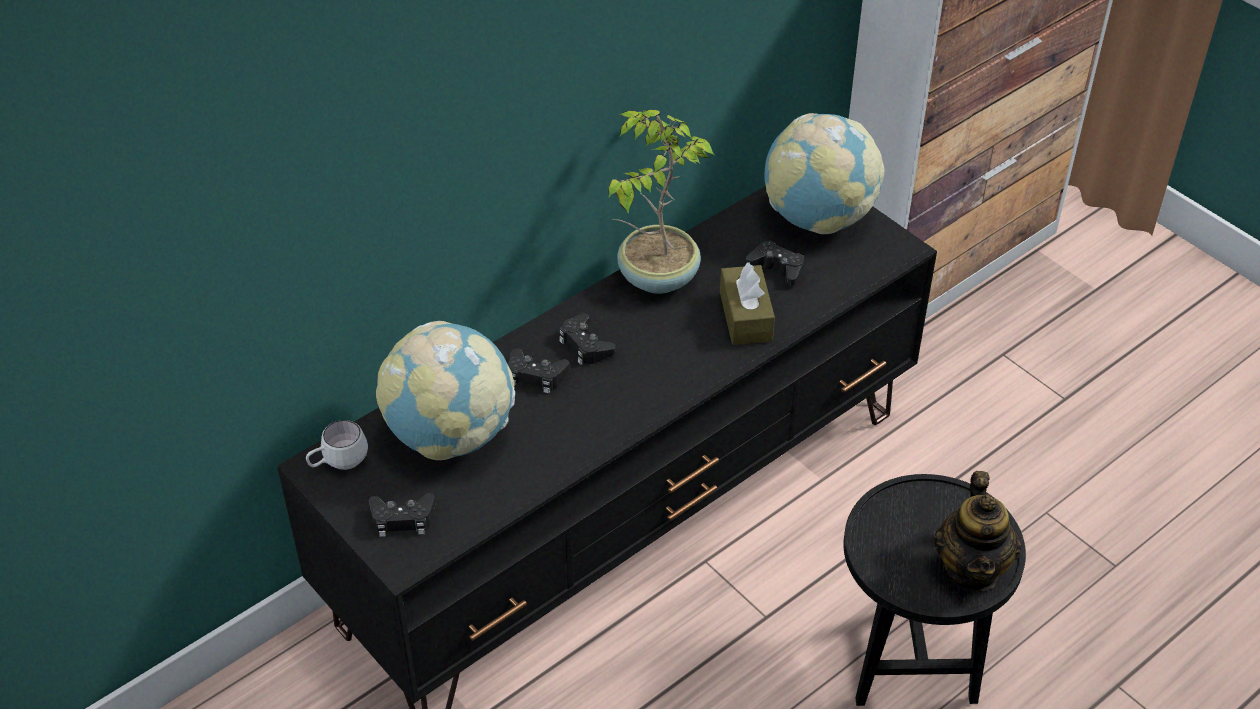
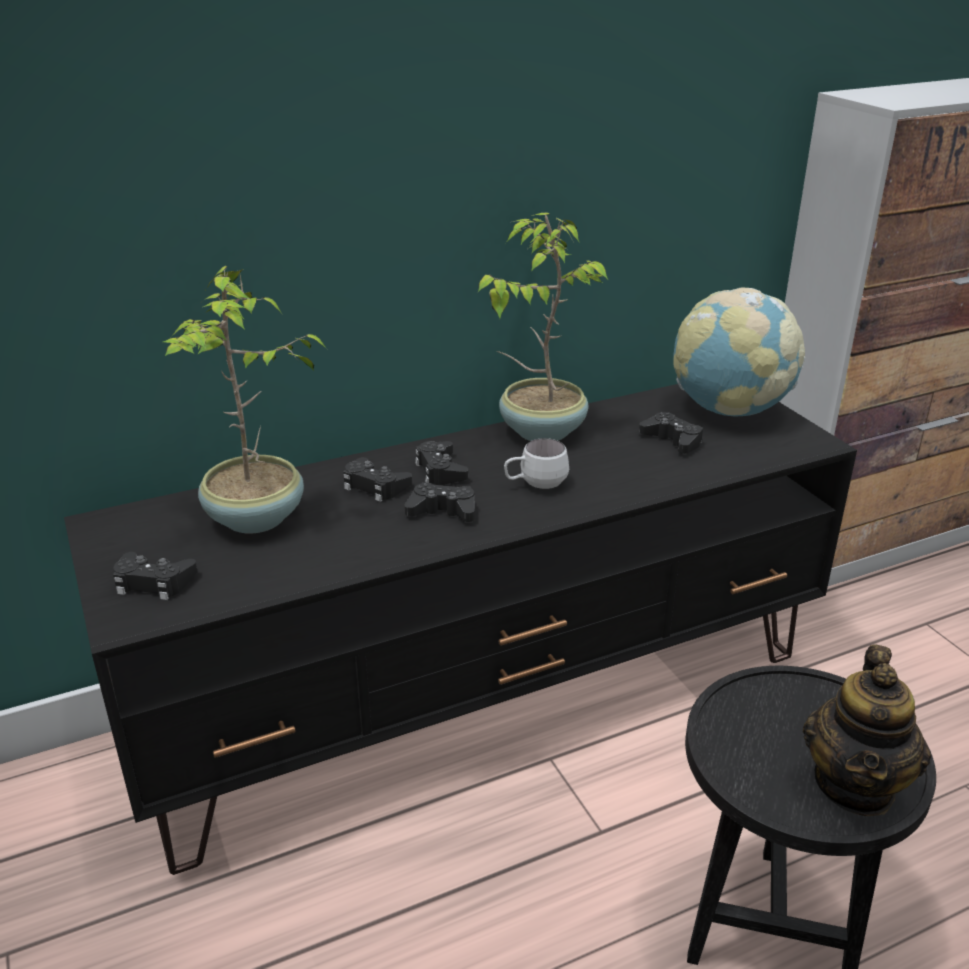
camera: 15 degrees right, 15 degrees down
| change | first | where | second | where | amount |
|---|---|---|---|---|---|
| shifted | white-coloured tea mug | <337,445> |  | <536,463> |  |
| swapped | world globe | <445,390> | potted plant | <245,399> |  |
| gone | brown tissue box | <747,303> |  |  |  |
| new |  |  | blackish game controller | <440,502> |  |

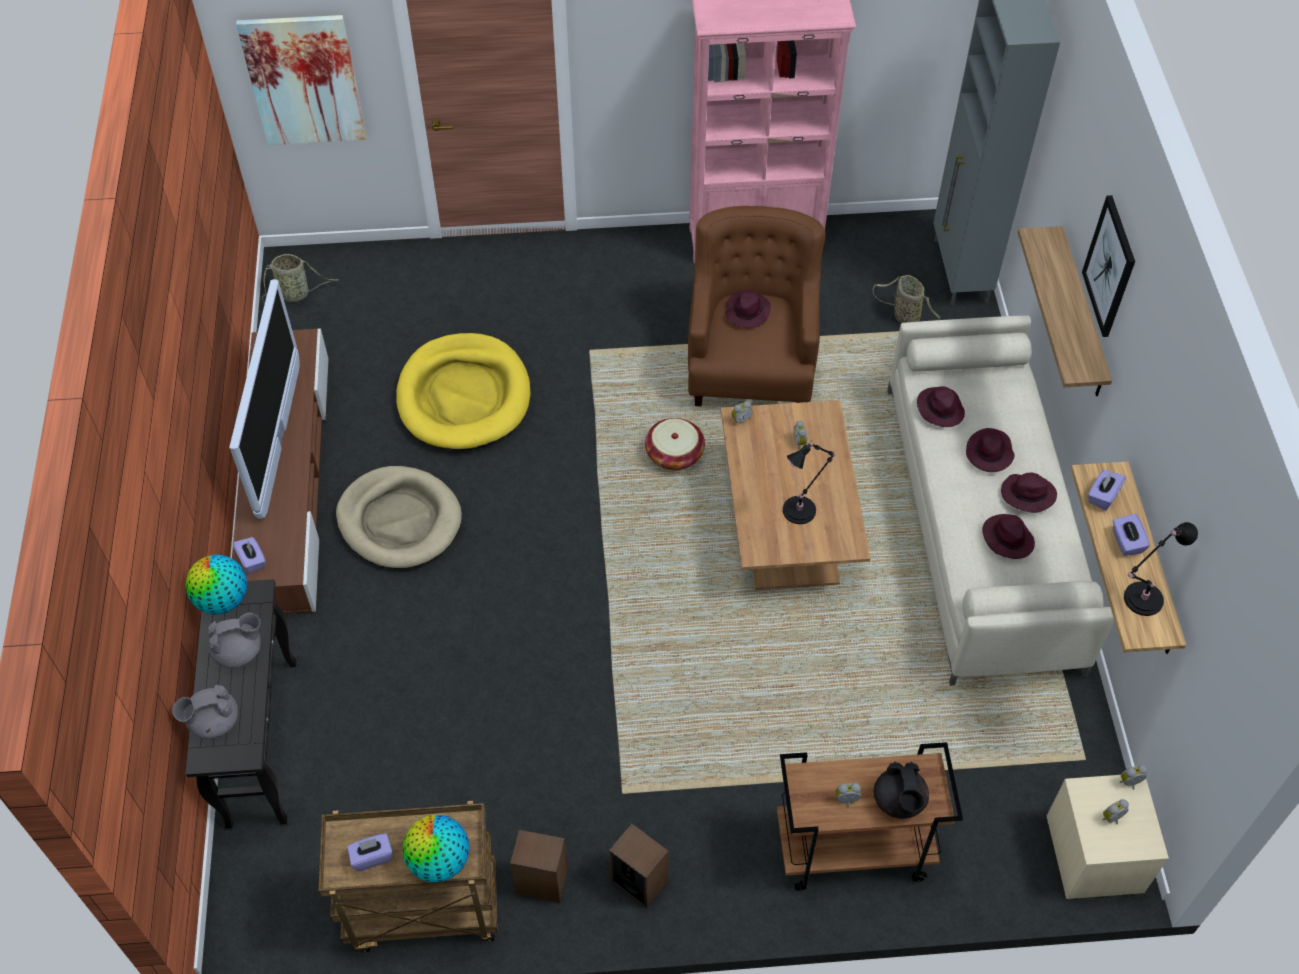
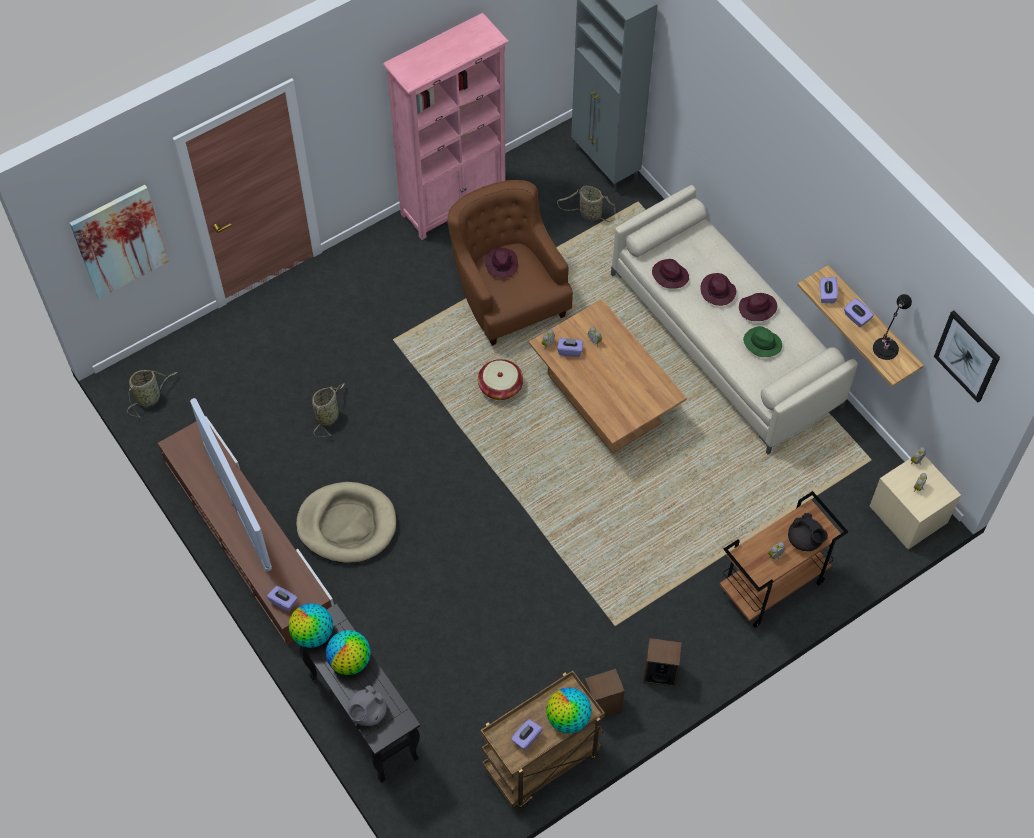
camera: 30 degrees left, 5 degrees up
| change | first | where | second | where | amount |
|---|---|---|---|---|---|
| swapped | grey pot for tea | <234,640> | world globe | <348,652> |  |
| swapped | yellow dog bed | <463,391> | storage basket | <328,410> |  |
| gone | blackish lamp for a table | <809,482> |  |  |  |
| repainted | purplish hat | <1009,536> | green-coloured hat | <762,341> |  |
| gone | wall shelf | <1065,311> |  |  |  |
| shifted | wall picture | <1108,266> |  | <967,357> |  |
| new |  |  | purplish tissue box | <570,347> |  |

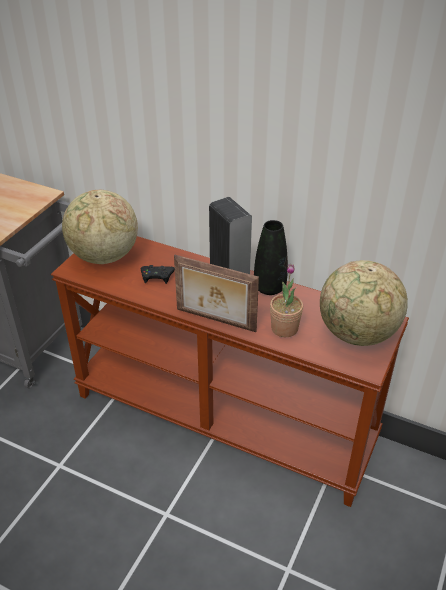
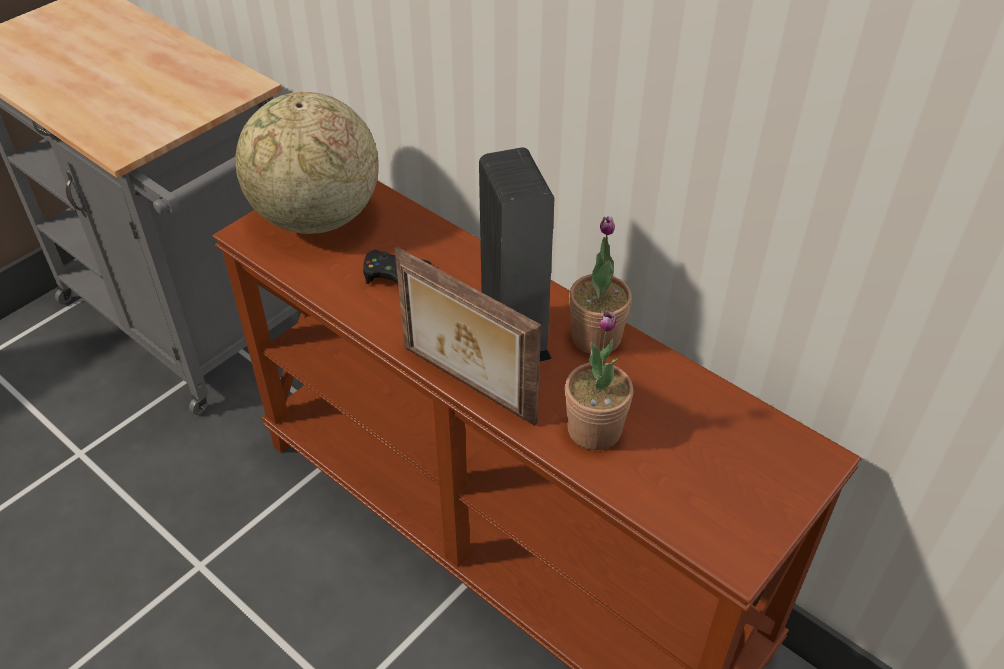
camera: 15 degrees right, 5 degrees up
| change | first | where | second | where | amount |
|---|---|---|---|---|---|
| swapped | blackish flower vase | <271,257> | potted plant | <600,285> |  |
| gone | world globe | <364,303> |  |  |  |

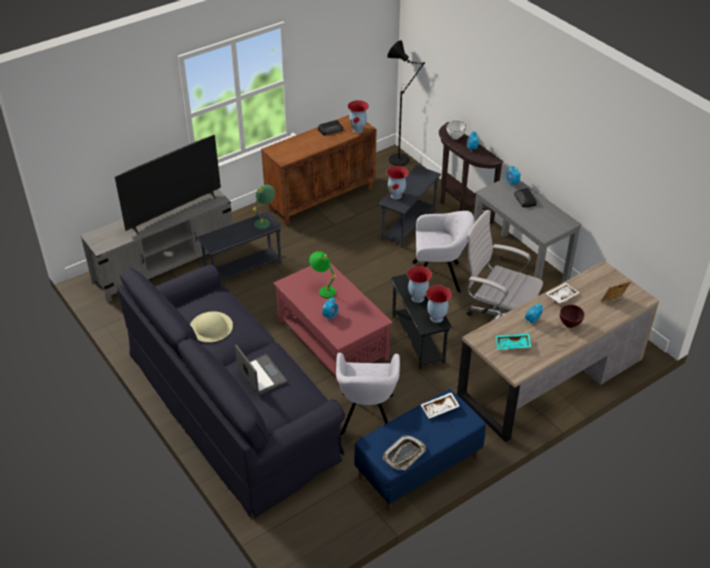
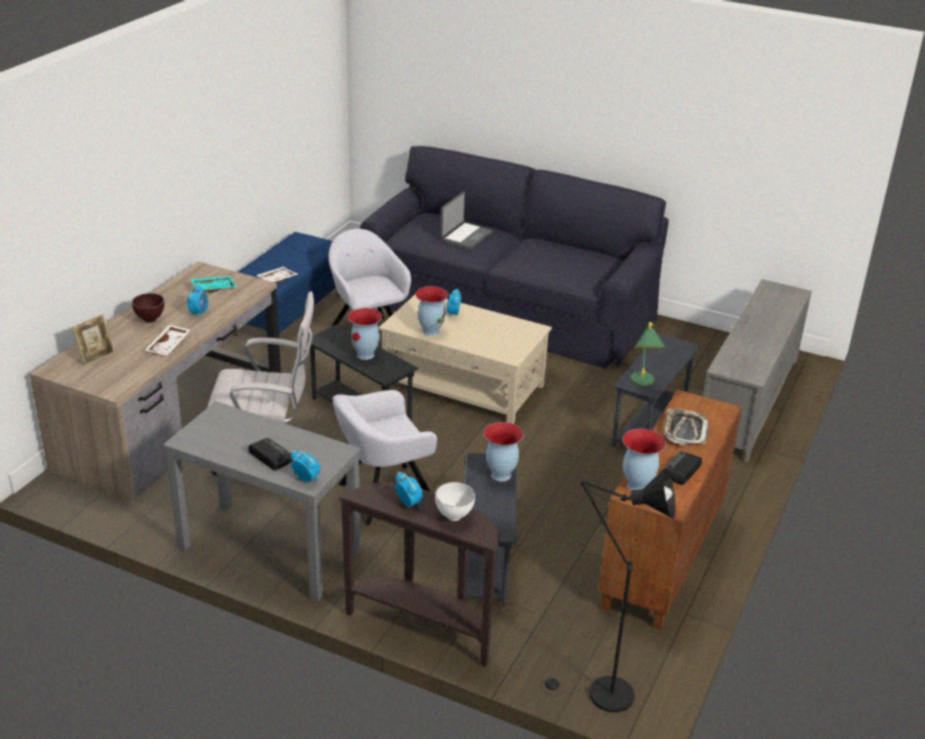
camera: 150 degrees right, 10 degrees down
| change | first | where | second | where | amount |
|---|---|---|---|---|---|
| gone | TV set | <168,184> |  |  |  |
| gone | beige hat | <211,327> |  |  |  |
| rotated | notebook computer | <261,370> |  | <466,220> | 90 degrees counterclockwise |
| repainted | reddish lounge table | <333,324> | beige lounge table | <465,359> |  |
| gone | green-coloured lamp for a table | <323,274> |  |  |  |
| shifted | tray | <404,452> |  | <686,427> |  |
| shifted | flower vase | <439,304> |  | <431,311> |  |

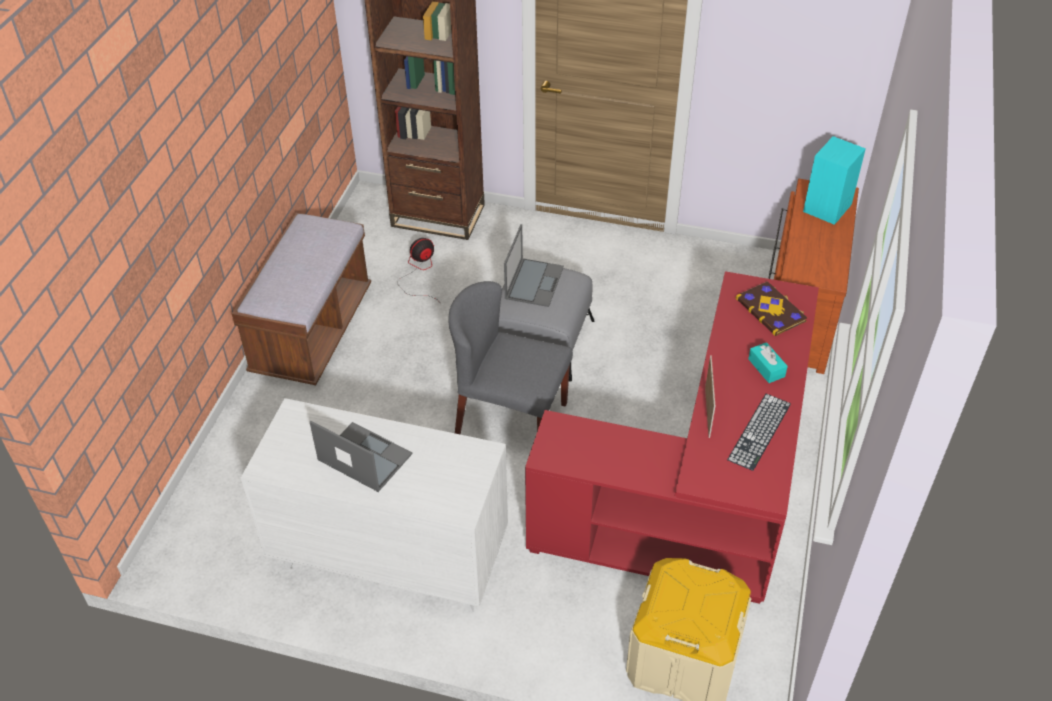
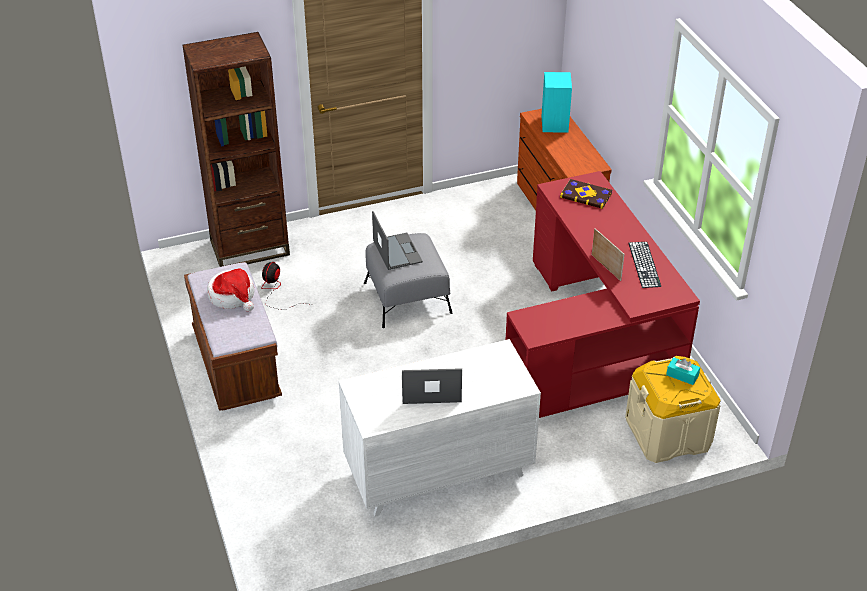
camera: 35 degrees left, 5 degrees down
| change | first | where | second | where | amount |
|---|---|---|---|---|---|
| gone | grey plain chair | <510,358> |  |  |  |
| shifted | turquoise tissue box | <768,362> |  | <683,371> |  |
| new |  |  | hat | <230,290> |  |

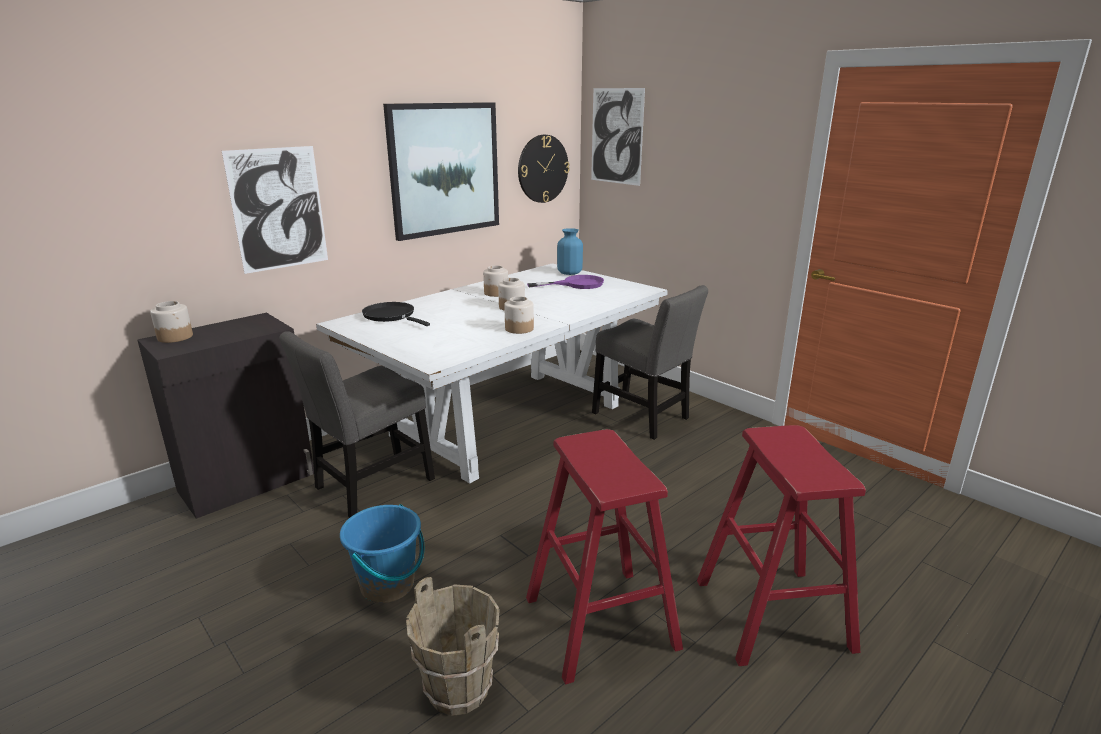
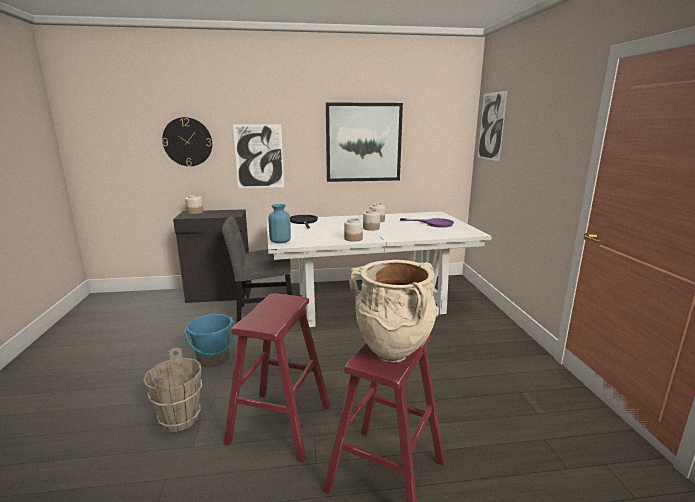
camera: 35 degrees right, 5 degrees down
| change | first | where | second | where | amount |
|---|---|---|---|---|---|
| shifted | wall clock | <544,169> |  | <187,141> |  |
| shifted | blue-coloured flower vase | <570,251> |  | <279,223> |  |
| gone | grey plain chair | <650,362> |  |  |  |
| new |  |  | beige flower vase | <394,311> |  |

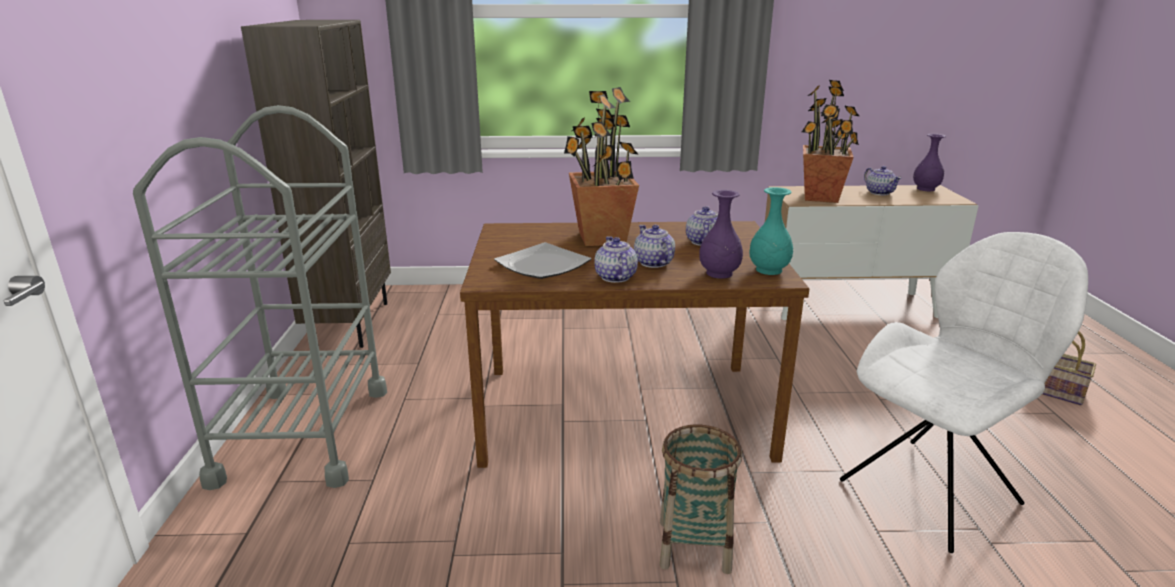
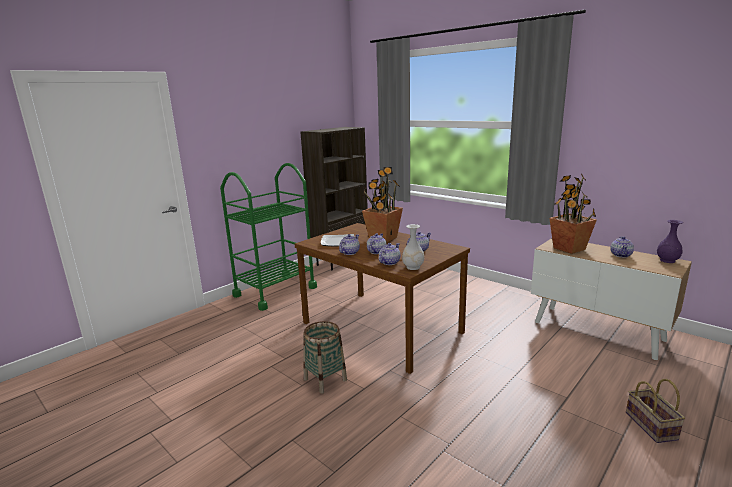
camera: 45 degrees right, 5 degrees down
| change | first | where | second | where | amount |
|---|---|---|---|---|---|
| repainted | grey cart | <260,297> | green-coloured cart | <268,237> |  |
| swapped | purplish flower vase | <721,234> | pot for tea | <390,254> |  |
| repainted | turquoise flower vase | <771,231> | white-coloured flower vase | <413,247> |  |
| gone | white-coloured plain chair | <964,392> |  |  |  |

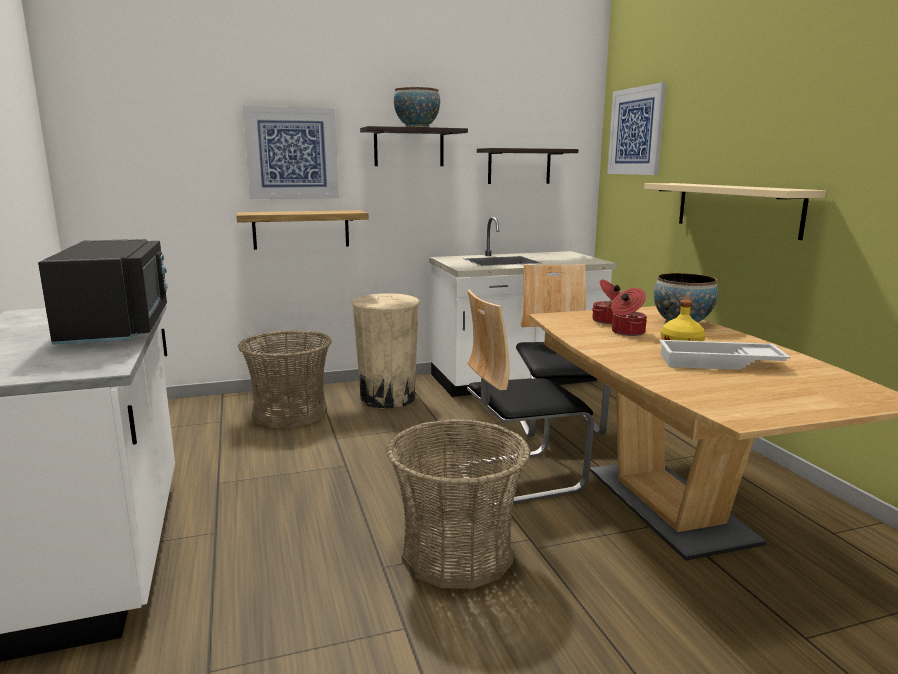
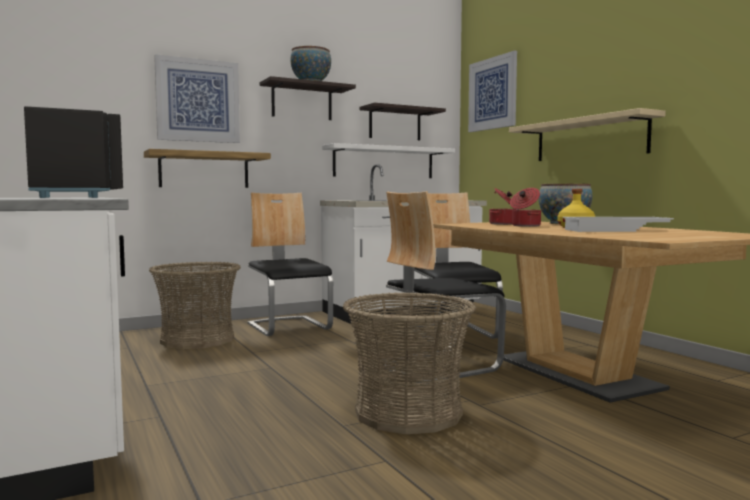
camera: 10 degrees left, 10 degrees down
| change | first | where | second | where | amount |
|---|---|---|---|---|---|
| swapped | beige rubbish bin | <385,351> | plain chair | <290,264> |  |
| new |  |  | white-coloured wall shelf | <388,160> |  |

